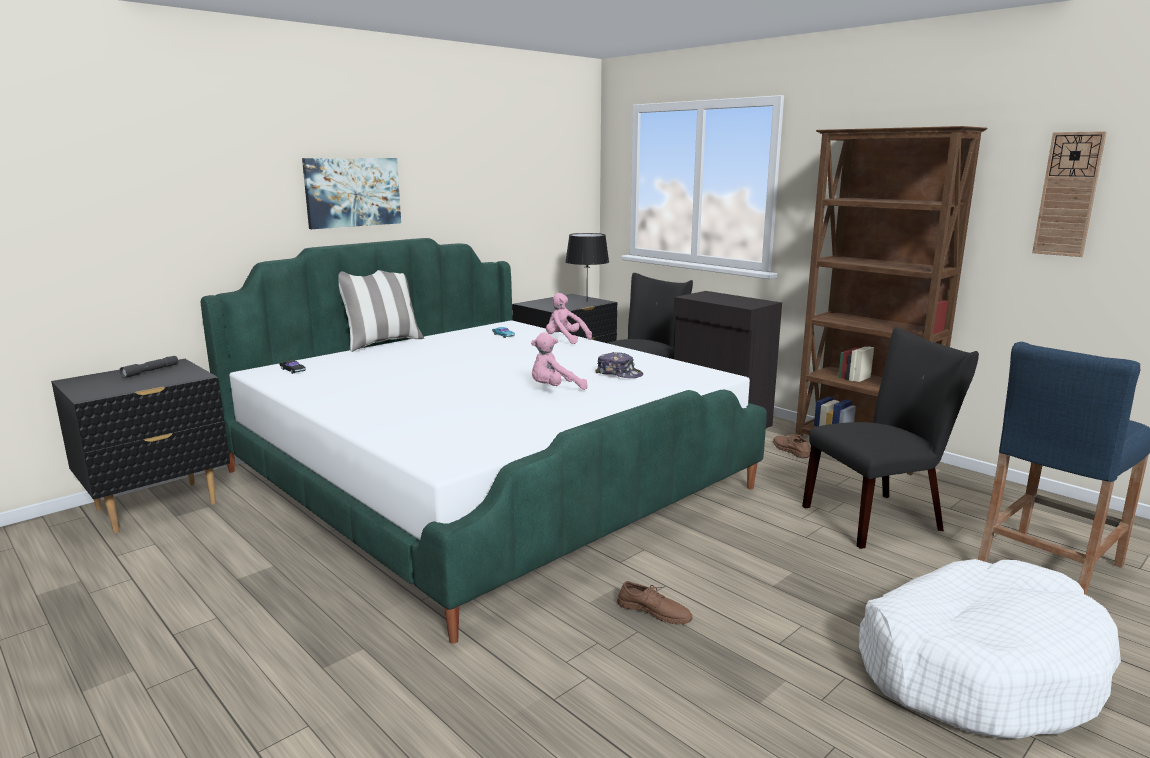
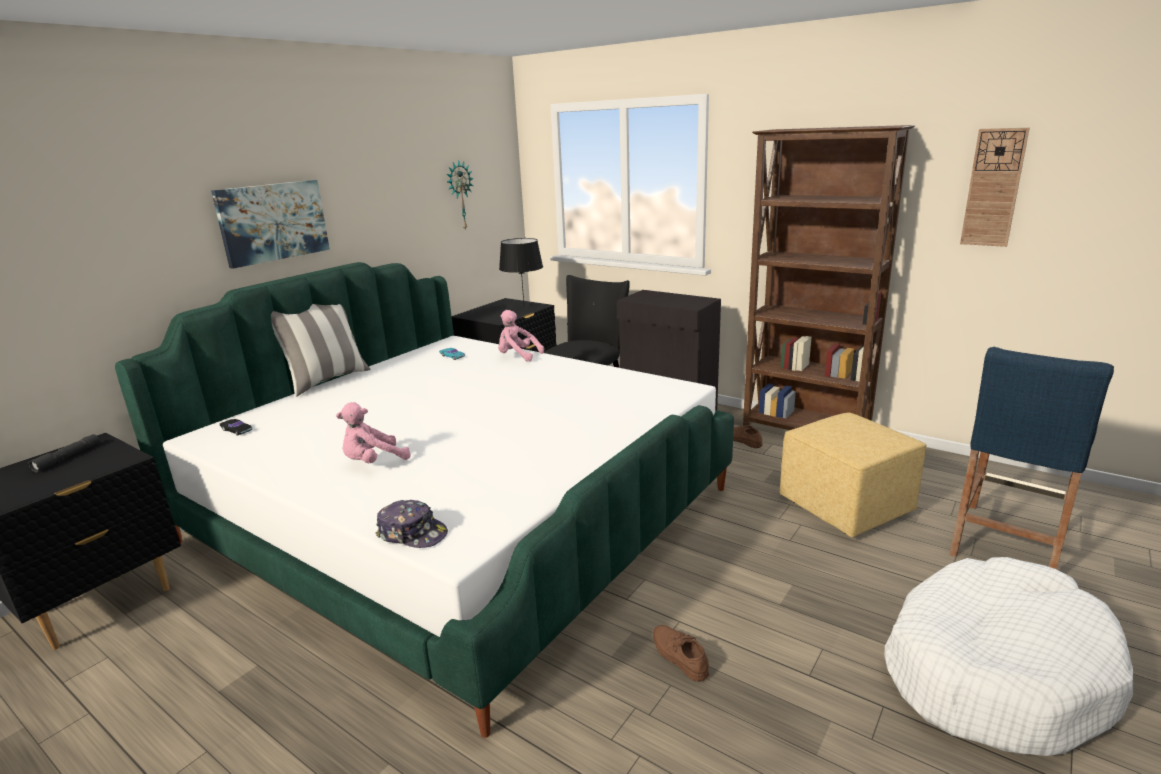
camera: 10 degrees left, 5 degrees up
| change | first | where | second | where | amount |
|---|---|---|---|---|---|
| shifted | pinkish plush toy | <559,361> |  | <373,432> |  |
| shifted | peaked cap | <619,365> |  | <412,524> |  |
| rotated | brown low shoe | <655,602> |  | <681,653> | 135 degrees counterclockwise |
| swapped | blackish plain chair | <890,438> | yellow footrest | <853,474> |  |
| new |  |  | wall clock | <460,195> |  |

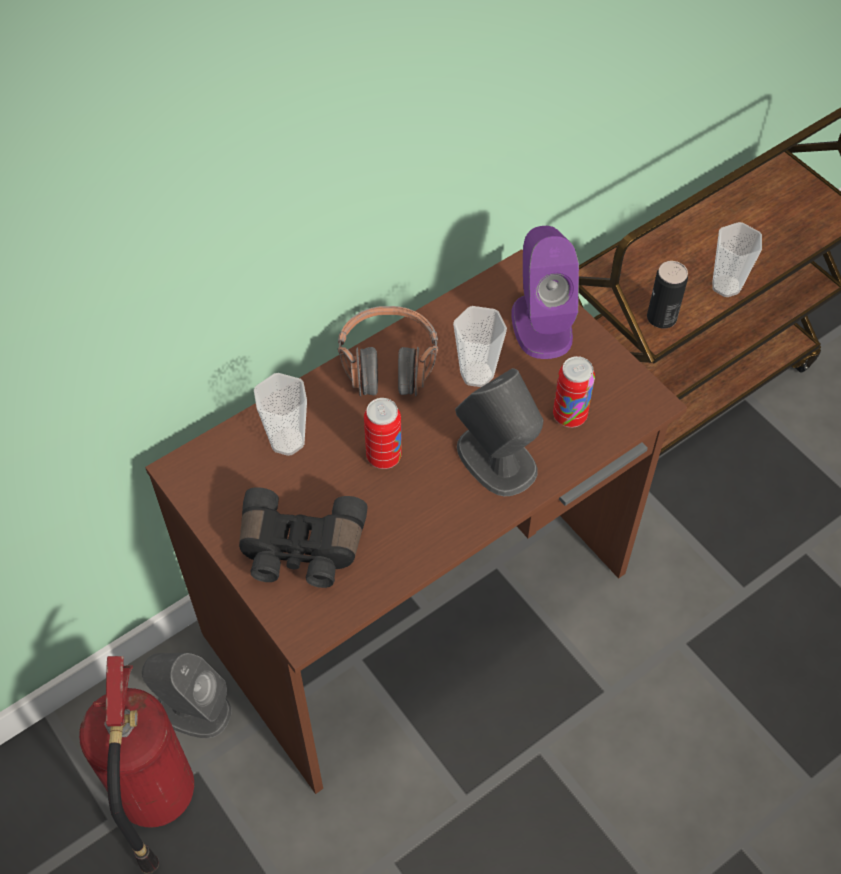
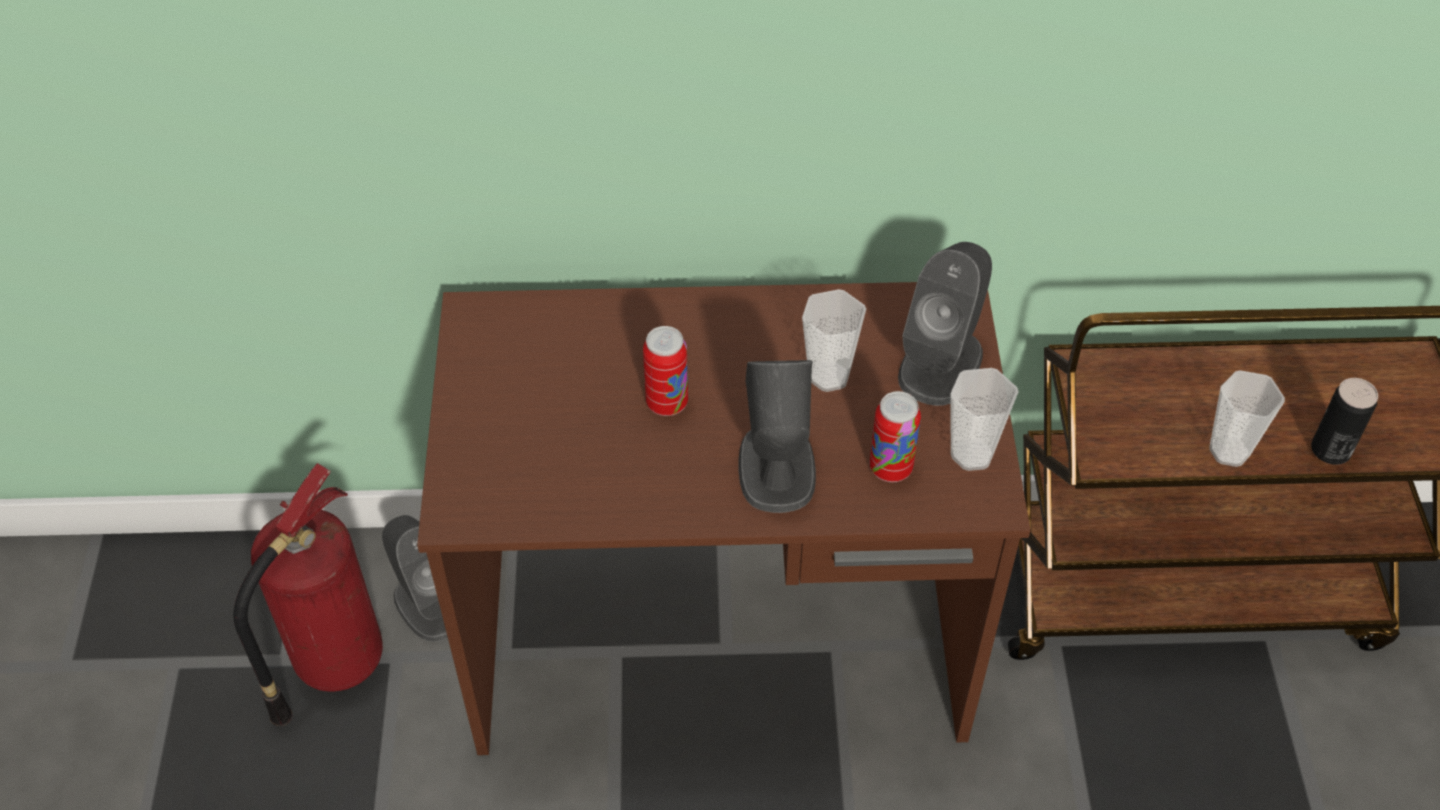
camera: 35 degrees right, 5 degrees down
| change | first | where | second | where | amount |
|---|---|---|---|---|---|
| gone | blackish binoculars | <303,537> |  |  |  |
| shifted | cup | <280,414> |  | <984,419> |  |
| gone | pair of headphones | <388,351> |  |  |  |
| repainted | purplish loudspeaker | <545,292> | grey loudspeaker | <945,324> |  |
| shifted | metal can | <667,295> |  | <1344,421> |  |

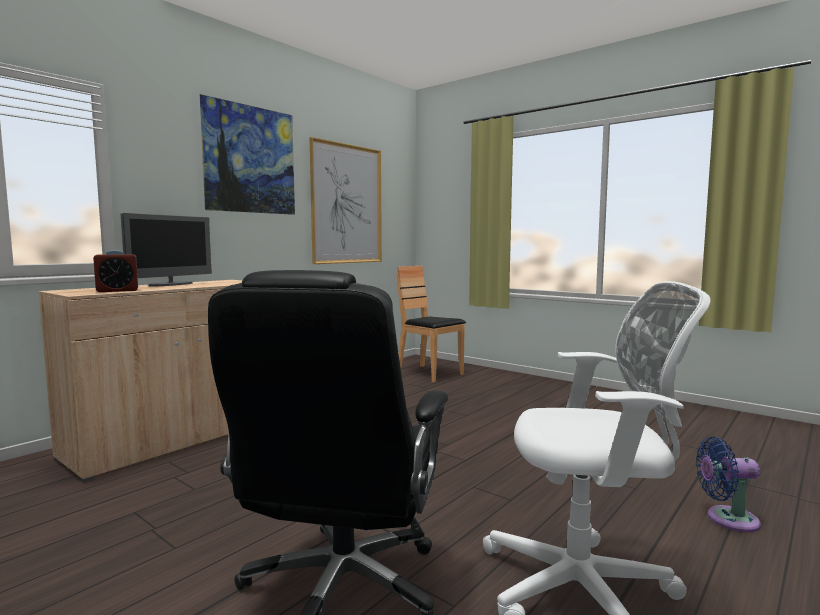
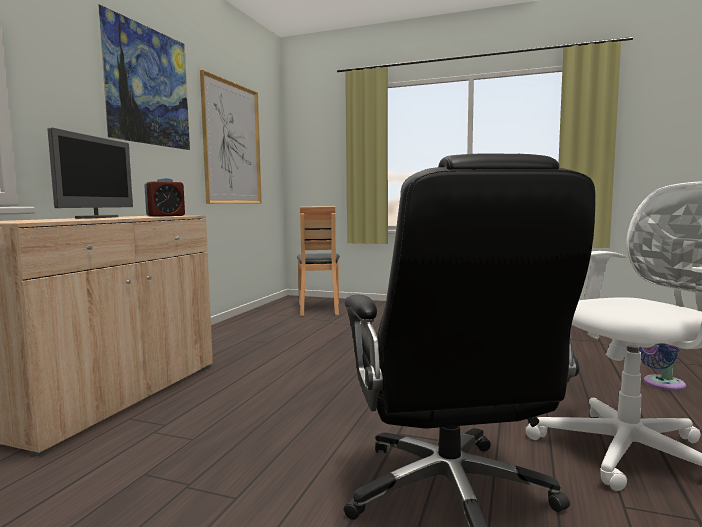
camera: 20 degrees left, 0 degrees up
| change | first | where | second | where | amount |
|---|---|---|---|---|---|
| shifted | alarm clock | <115,271> |  | <164,197> |  |
| rotated | brown plain chair | <431,324> |  | <318,261> | 120 degrees counterclockwise |

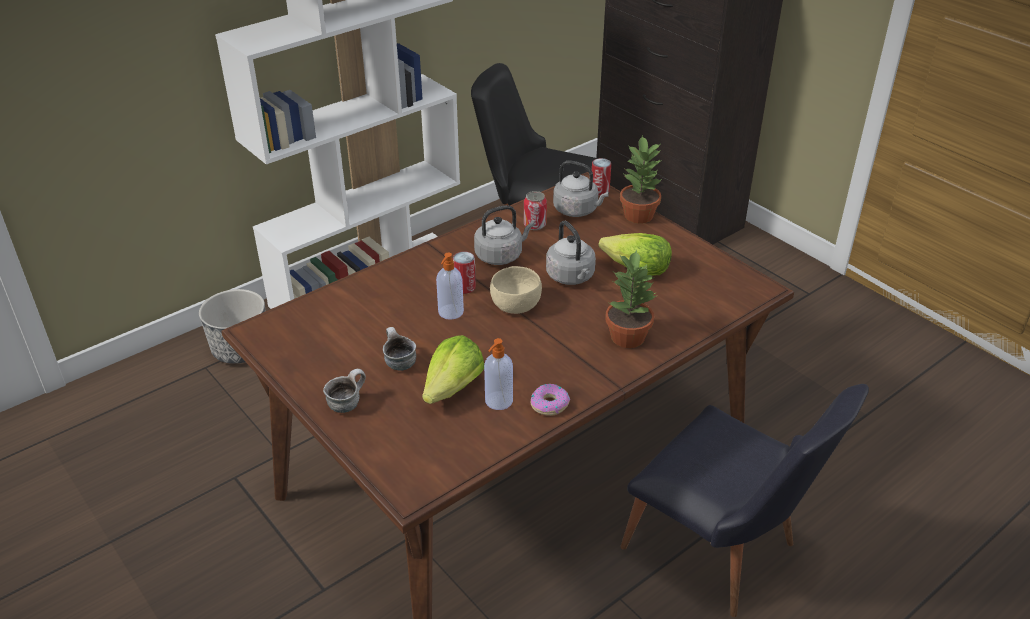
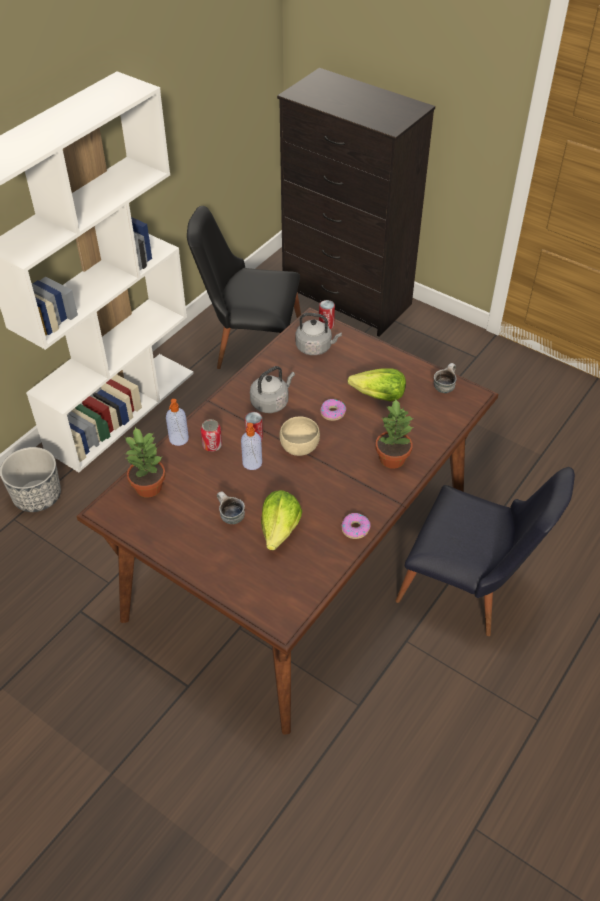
camera: 15 degrees left, 10 degrees up
| change | first | where | second | where | amount |
|---|---|---|---|---|---|
| shifted | tea mug | <344,391> |  | <445,378> |  |
| shifted | liquid soap bottle | <498,374> |  | <177,422> |  |
| shifted | metal can | <535,210> |  | <211,435> |  |
| swapped | grey water kettle | <571,253> | doughnut | <333,410> |  |
| shifted | potted plant | <641,179> |  | <145,462> |  |

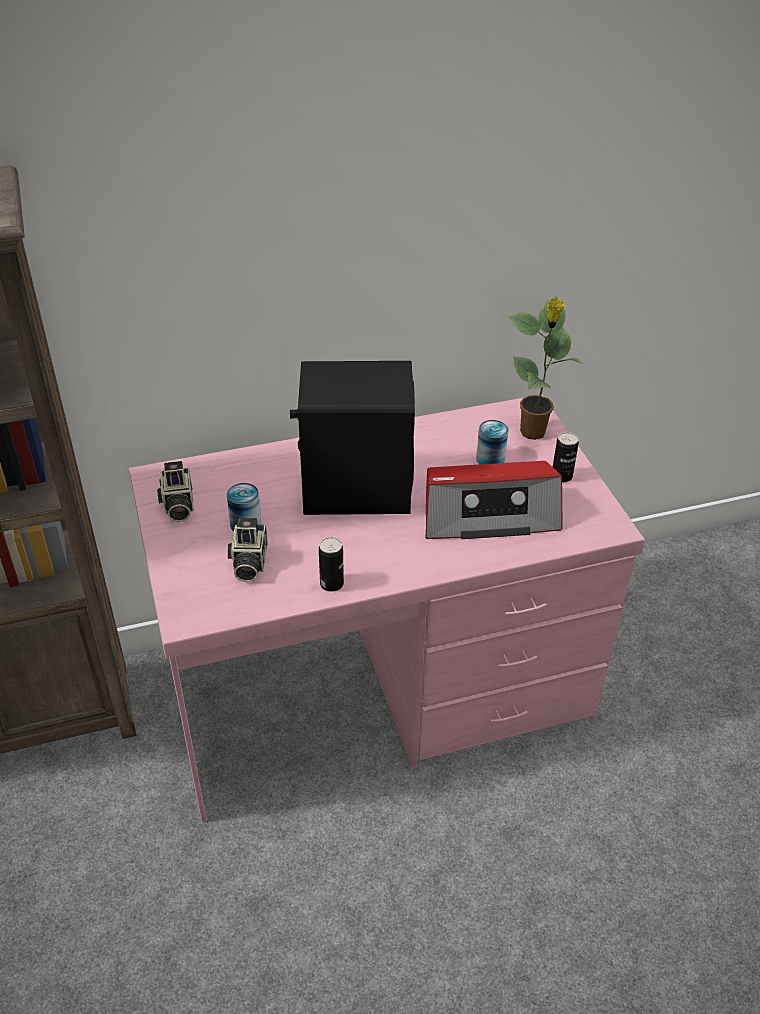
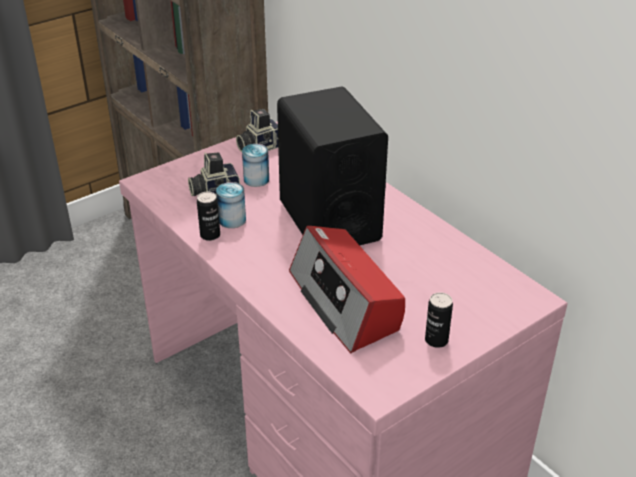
camera: 70 degrees right, 5 degrees down
| change | first | where | second | where | amount |
|---|---|---|---|---|---|
| shifted | metal can | <492,442> |  | <231,205> |  |
| gone | potted plant | <545,367> |  |  |  |

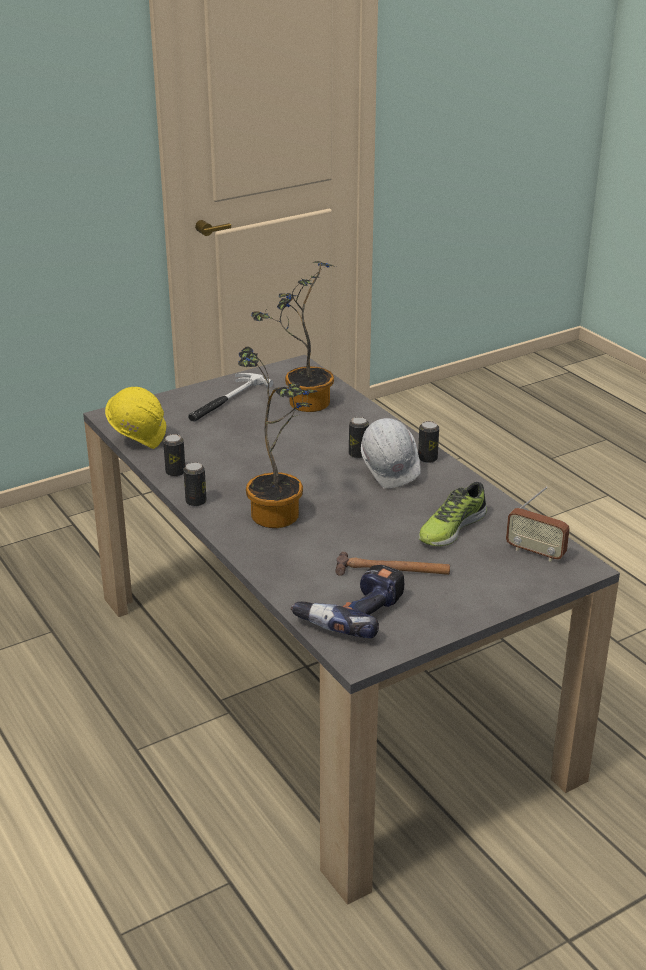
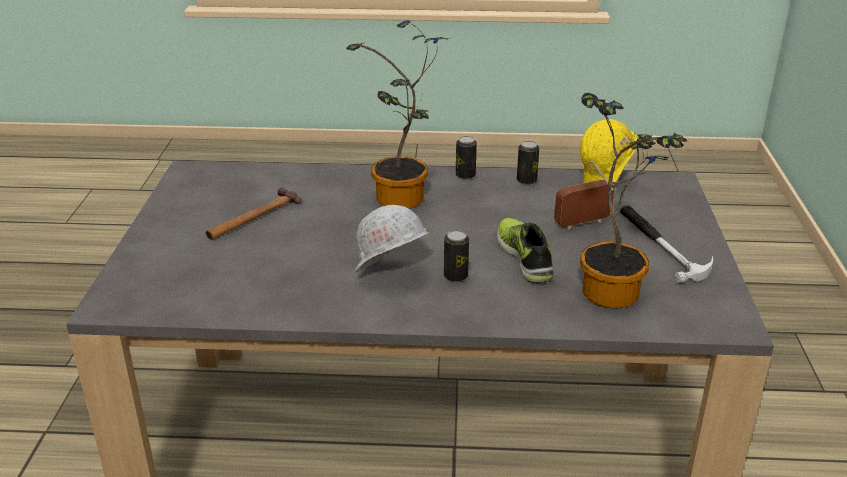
camera: 125 degrees right, 0 degrees up
| change | first | where | second | where | amount |
|---|---|---|---|---|---|
| gone | power drill | <347,601> |  |  |  |
| gone | metal can | <428,442> |  |  |  |
| shifted | low shoe | <453,514> |  | <525,250> |  |
| shifted | radio receiver | <538,524> |  | <584,195> |  |

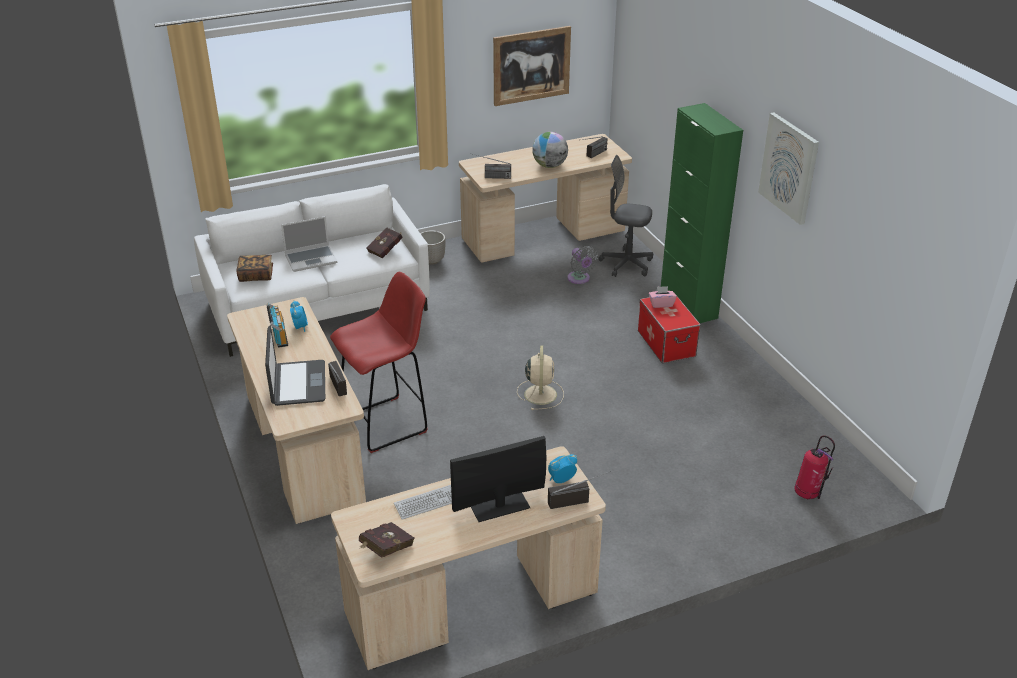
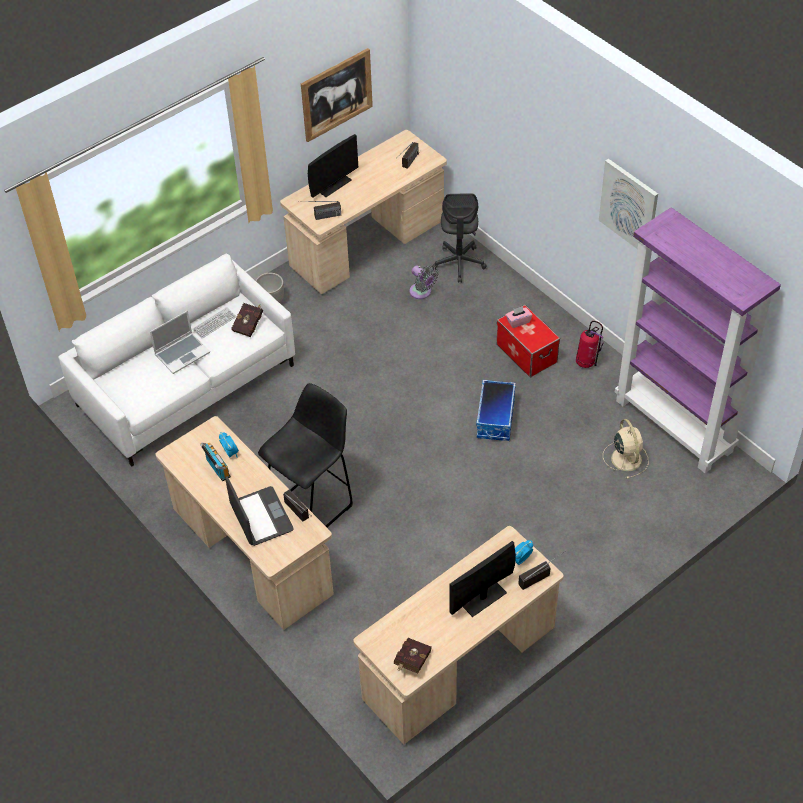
camera: 15 degrees left, 15 degrees up
| change | first | where | second | where | amount |
|---|---|---|---|---|---|
| gone | volume | <254,268> |  |  |  |
| repainted | reddish sitting stool | <379,362> | blackish sitting stool | <305,455> |  |
| shifted | computer keyboard | <423,502> |  | <214,323> |  |
| shifted | beige electric fan | <540,378> |  | <626,449> |  |
| gone | world globe | <550,150> |  |  |  |
| rotated | grey office chair | <626,216> |  | <459,238> | 90 degrees counterclockwise |
| gone | green-coloured storage cabinet | <702,213> |  |  |  |
| shifted | fire extinguisher | <814,467> |  | <590,344> |  |
| new |  |  | computer screen | <333,166> |  |
| new |  |  | storage bin | <496,410> |  |
| new |  |  | purplish shelving unit | <698,340> |  |

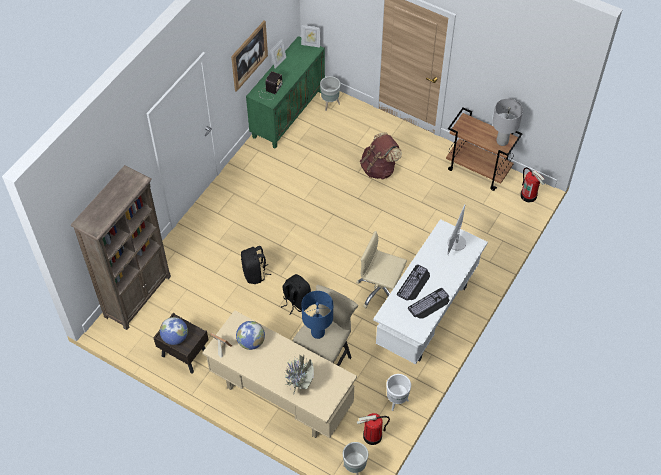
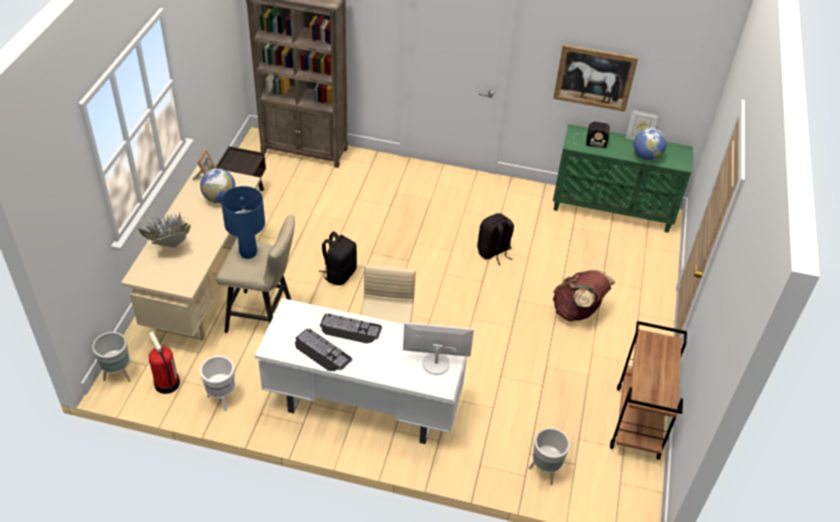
camera: 70 degrees right, 10 degrees down
| change | first | where | second | where | amount |
|---|---|---|---|---|---|
| shifted | world globe | <174,331> |  | <650,144> |  |
| shifted | blackish rucksack | <256,265> |  | <495,239> |  |
| gone | photo frame | <310,36> |  |  |  |
| shifted | grey planter | <330,93> |  | <549,456> |  |
| gone | grey lamp for a table | <507,122> |  |  |  |
| gone | fire extinguisher | <532,184> |  |  |  |

